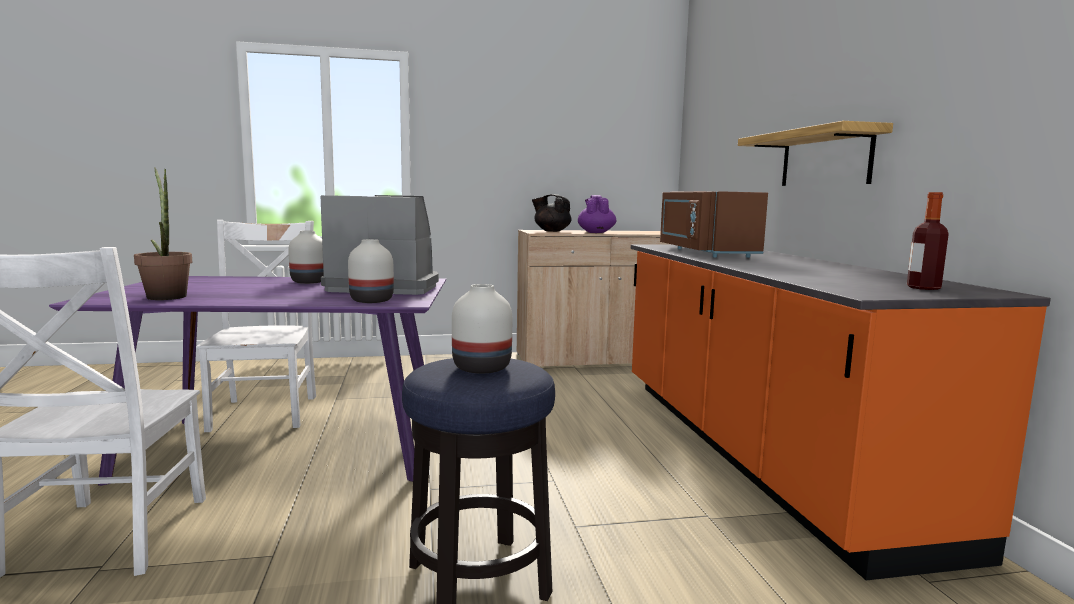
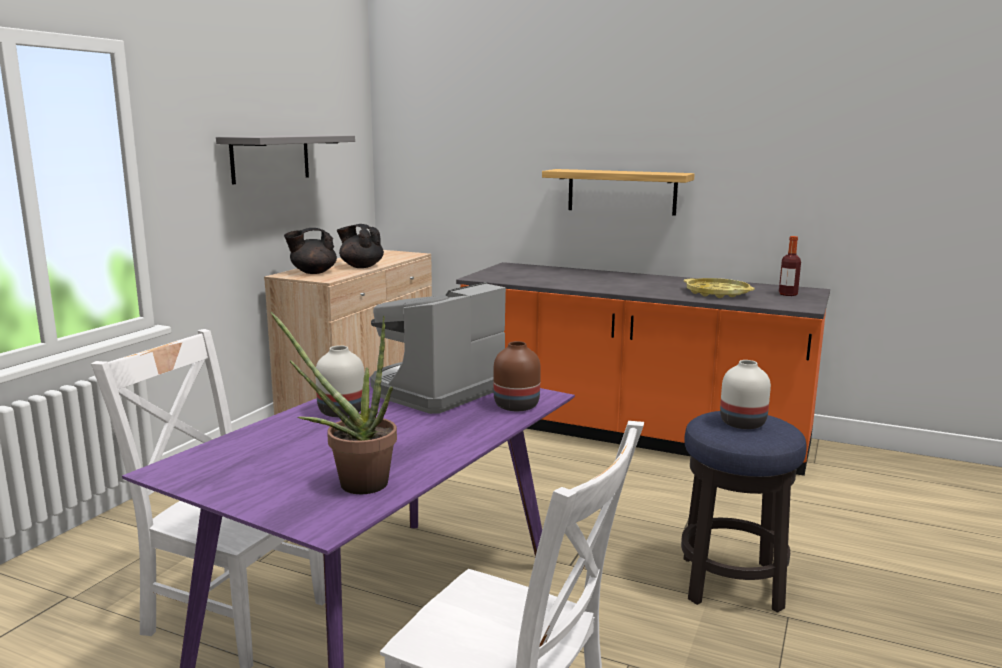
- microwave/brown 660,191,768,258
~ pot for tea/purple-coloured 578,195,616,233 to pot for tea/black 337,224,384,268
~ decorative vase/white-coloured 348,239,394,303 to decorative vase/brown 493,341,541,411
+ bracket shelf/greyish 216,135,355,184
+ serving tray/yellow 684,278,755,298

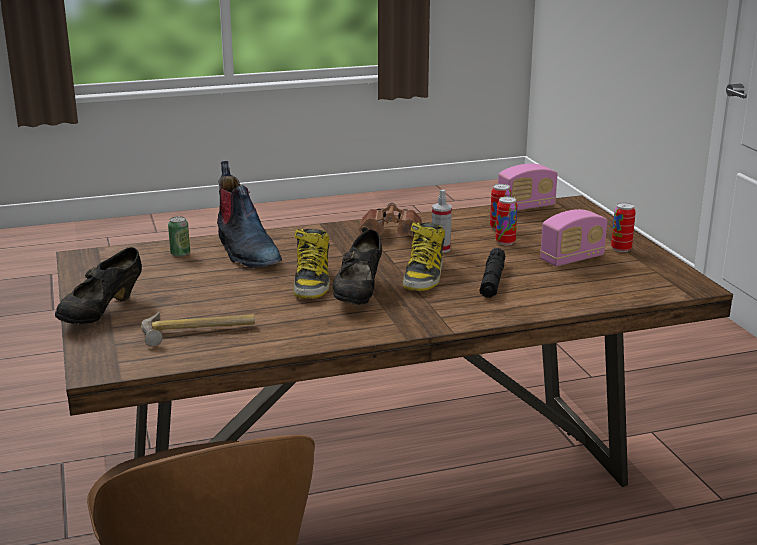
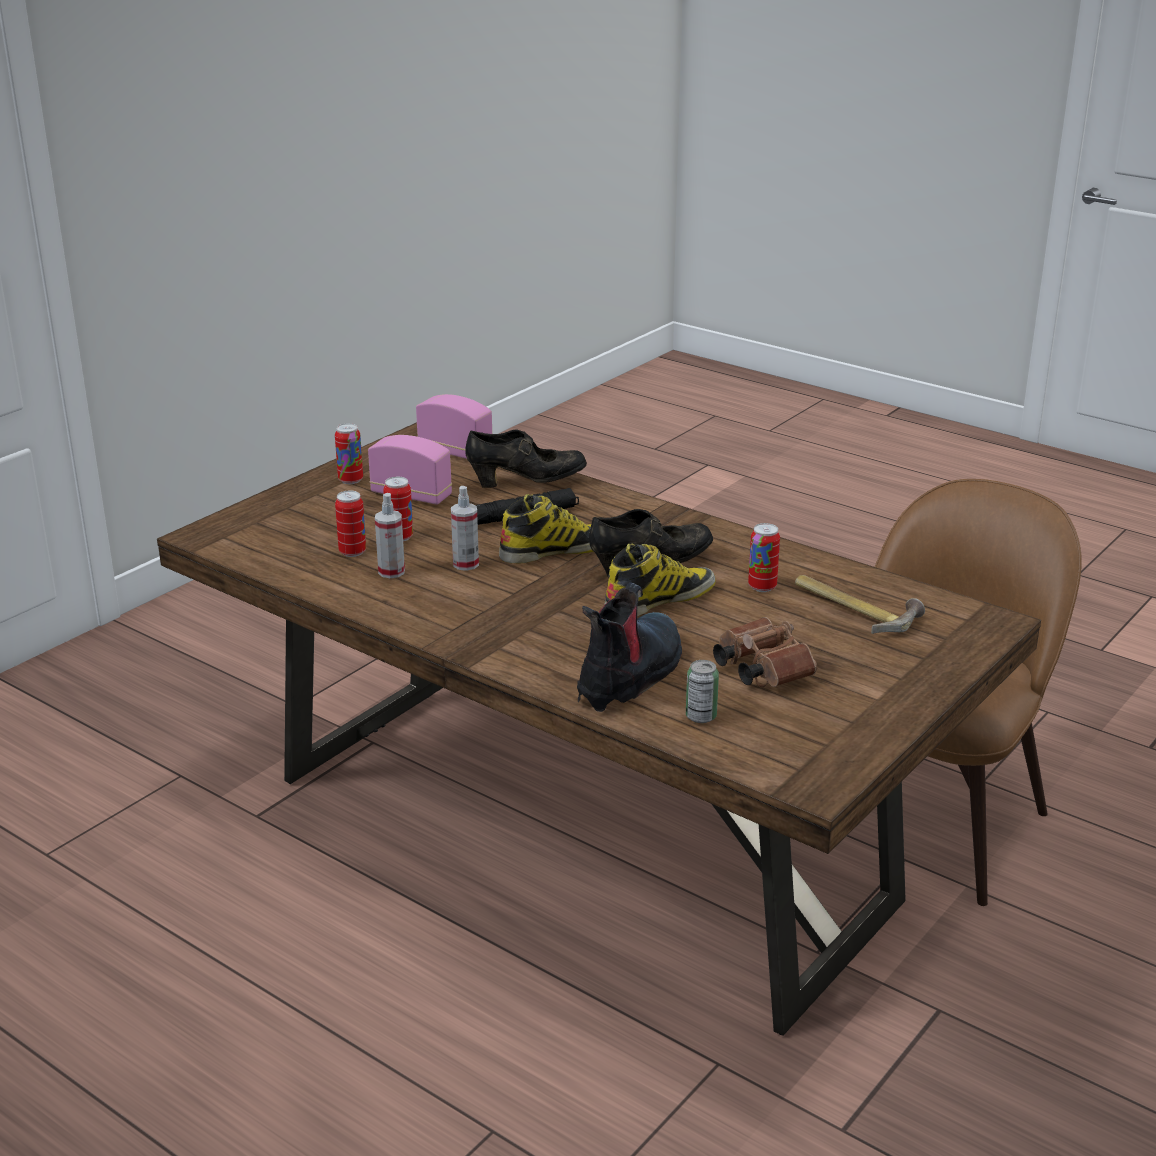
~ radio 498,164,557,211 to 416,394,492,459
~ binoculars/brown 359,203,422,236 to 713,617,817,687
~ shoe/black 55,247,142,324 to 465,429,587,488
+ hand sprayer 375,493,405,578
+ can 748,523,780,592

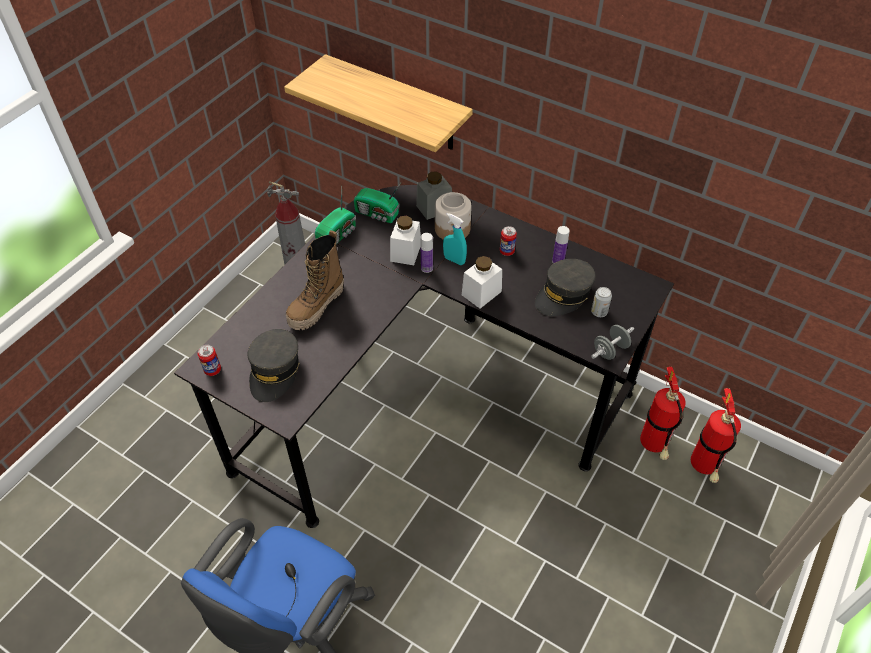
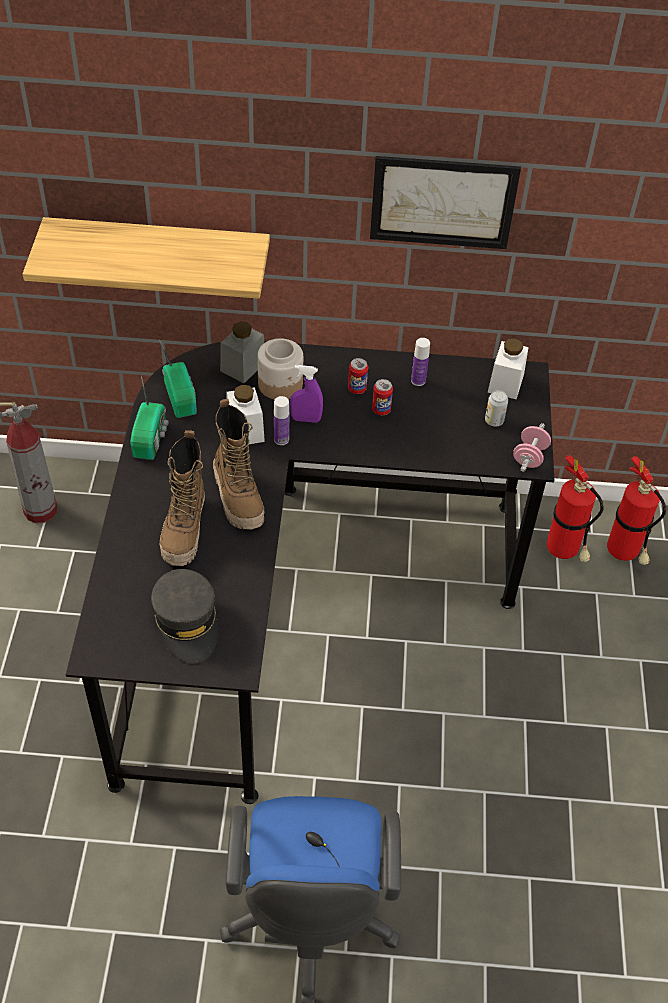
~ radio 354,183,401,223 = 159,340,197,418 105 degrees counterclockwise
~ hand sprayer/turquoise-coloured 443,213,467,265 to hand sprayer/purple-coloured 290,365,323,423
~ jar/white-coloured 462,256,502,308 to 488,339,529,400
- cap/greyish 535,259,596,316
~ hand weight/greyish 591,325,634,360 to hand weight/pink 513,423,551,472
~ can 198,345,221,376 to 372,379,393,415
+ picture 370,156,521,249
+ boot 213,399,264,530

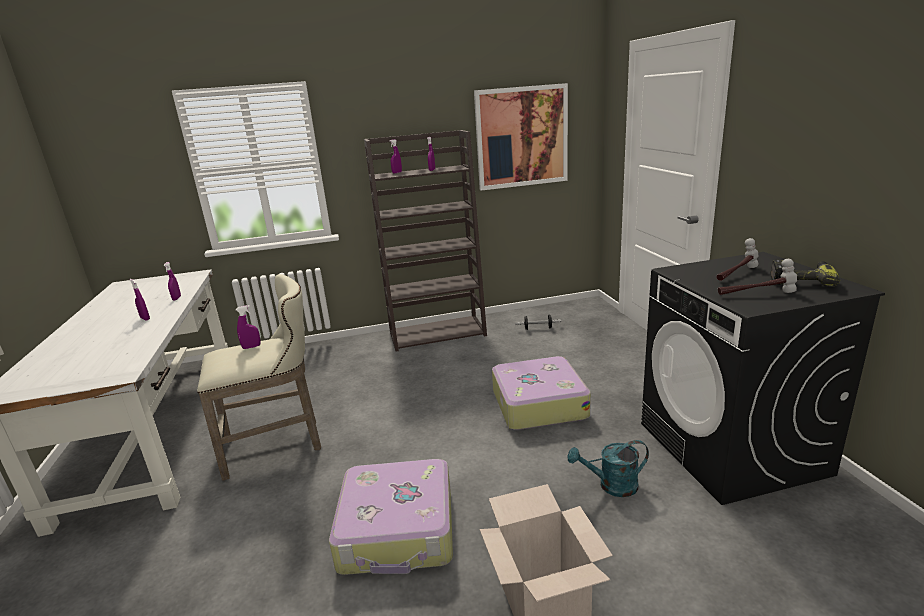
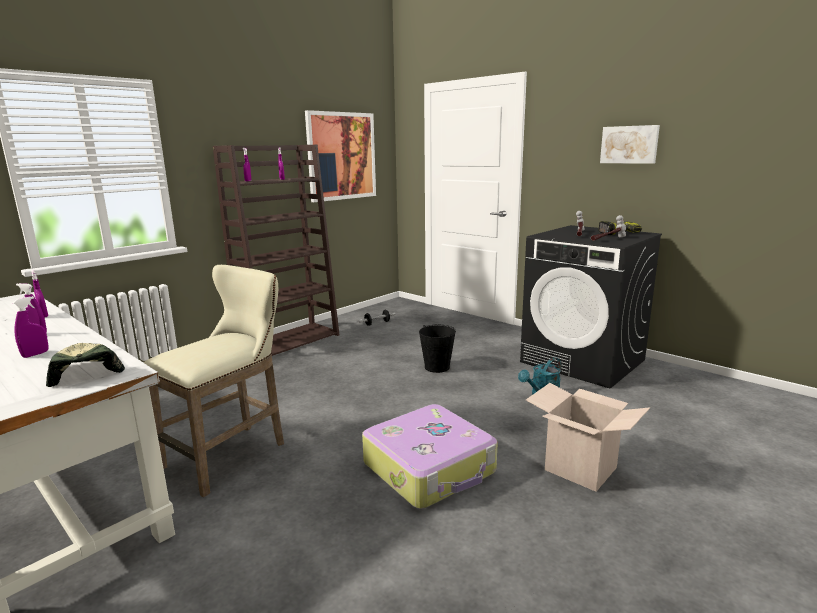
~ hand sprayer/purple-coloured 236,305,261,349 to 13,296,49,358
~ suitcase 492,356,591,430 to pail/black 419,325,456,373
+ picture 600,125,660,164
+ cap 46,343,125,387

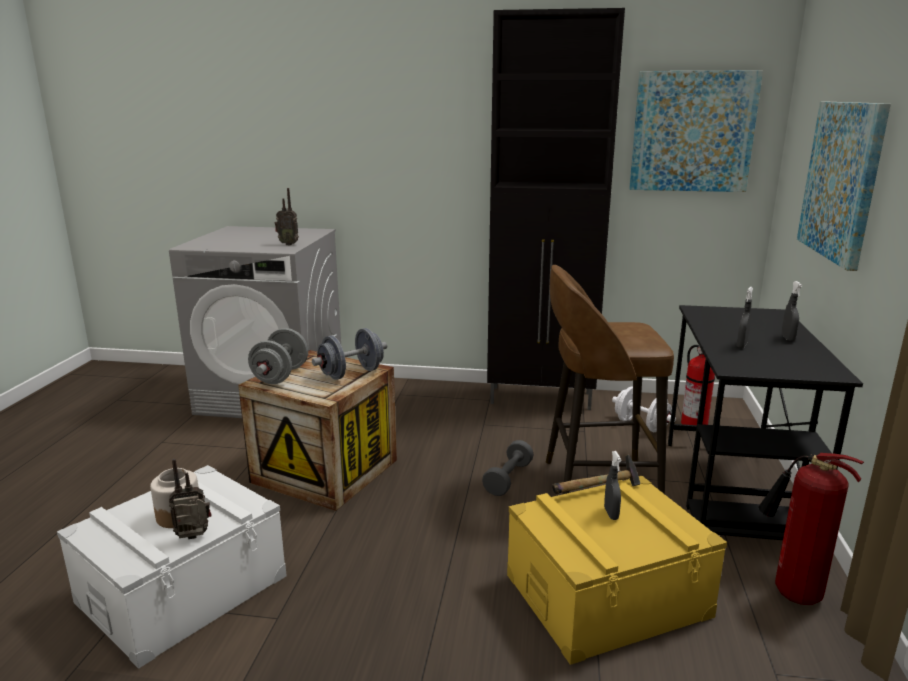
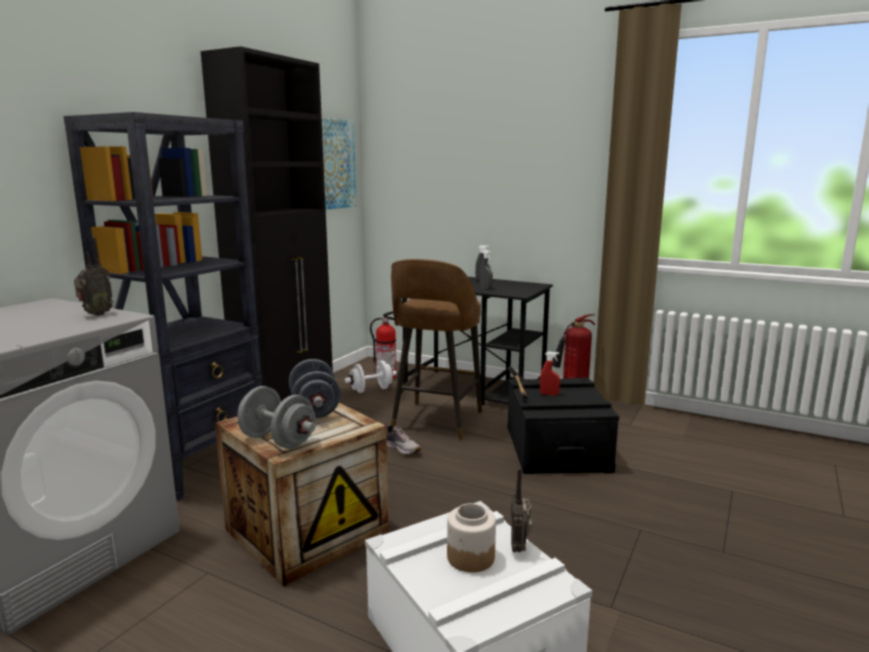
- picture 797,102,891,271
~ hand weight/greyish 482,440,534,496 to shoe 384,423,421,455
~ hand sprayer/greyish 604,451,621,520 to hand sprayer/reddish 540,351,560,396
~ storage bin/yellow 507,476,727,665 to storage bin/black 508,378,619,474
+ bookshelf/black 63,112,262,500

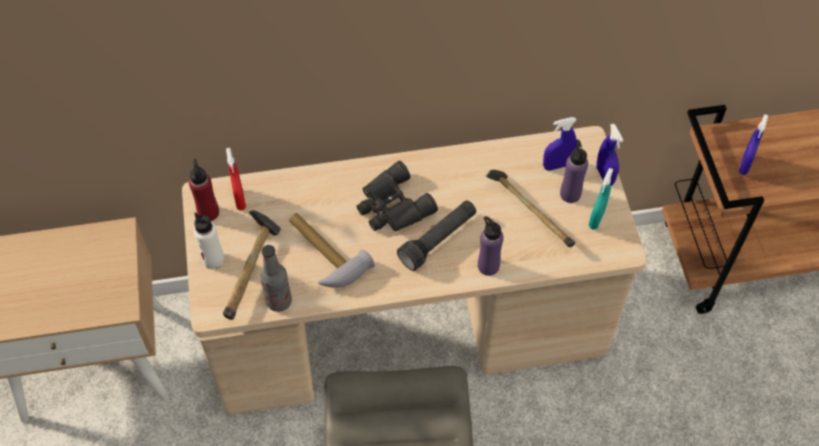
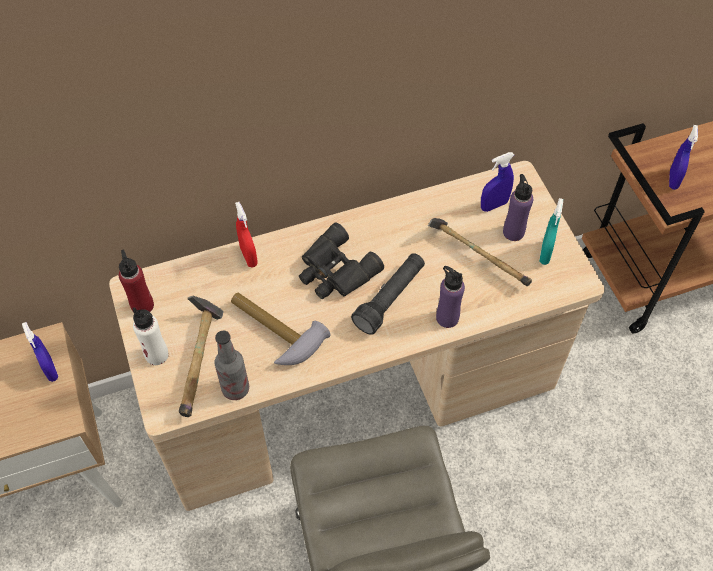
~ hand sprayer/blue-coloured 596,124,623,186 to 22,322,58,382
~ hand sprayer/reddish 226,148,246,210 to 235,202,258,267

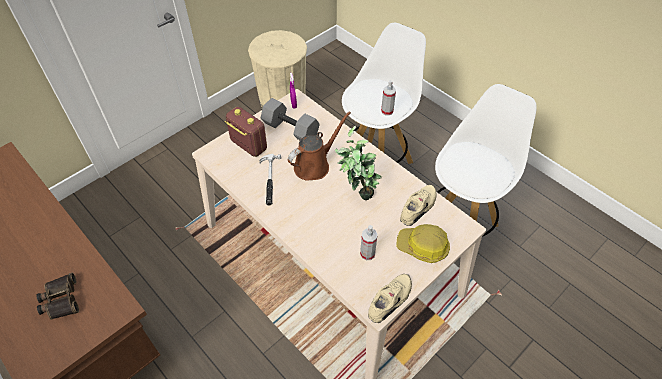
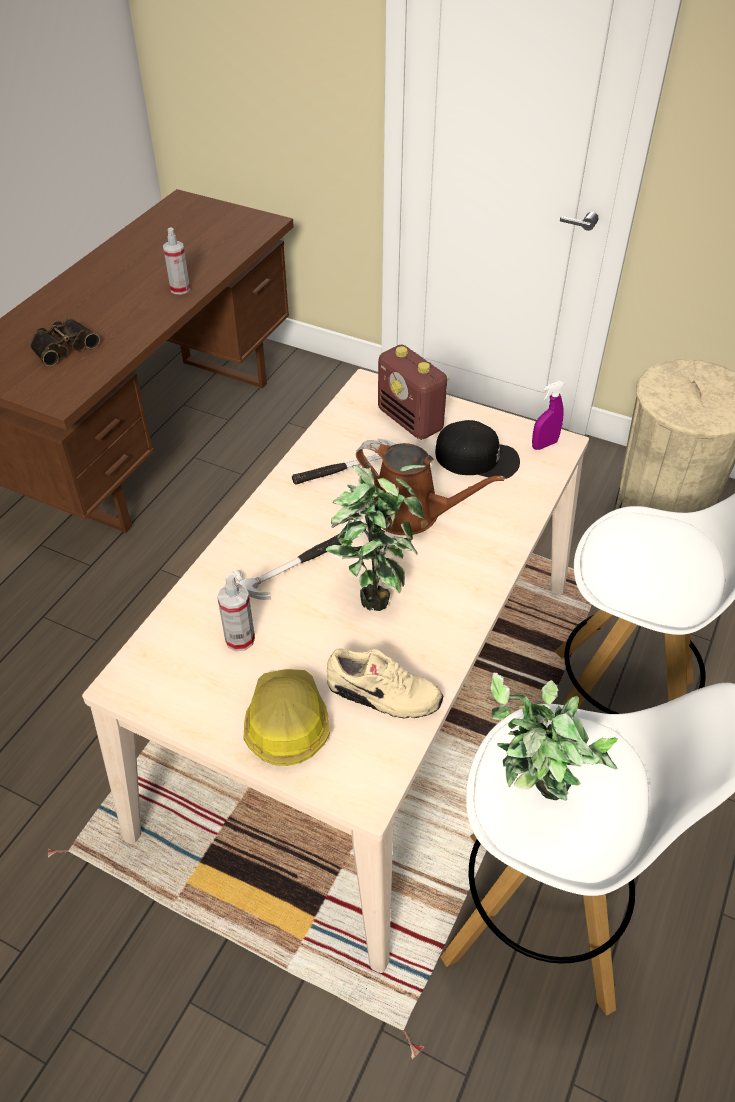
~ hand sprayer 381,80,396,116 to 163,227,190,294
~ hand weight/greyish 261,98,320,140 to cap/black 435,420,520,479
~ radio 225,107,267,157 = 378,345,450,440 120 degrees clockwise
- shoe/beige-coloured 368,274,412,323
+ hammer 232,534,345,600
+ plant in a pot 490,672,618,801

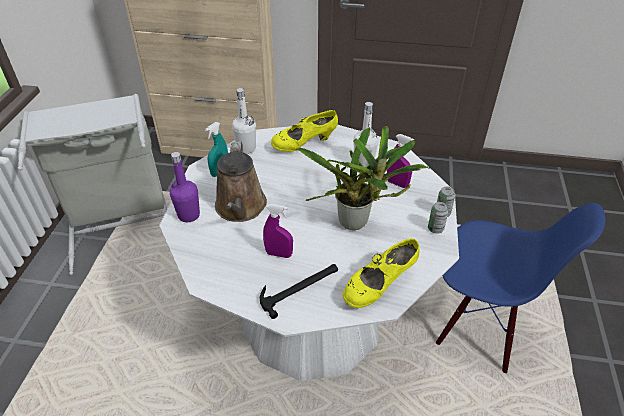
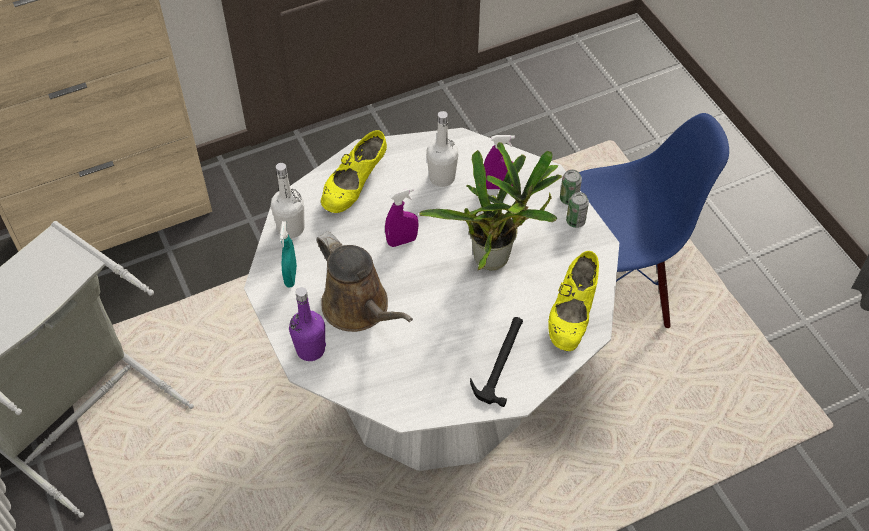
~ hand sprayer/purple-coloured 263,204,293,258 to 385,188,418,247

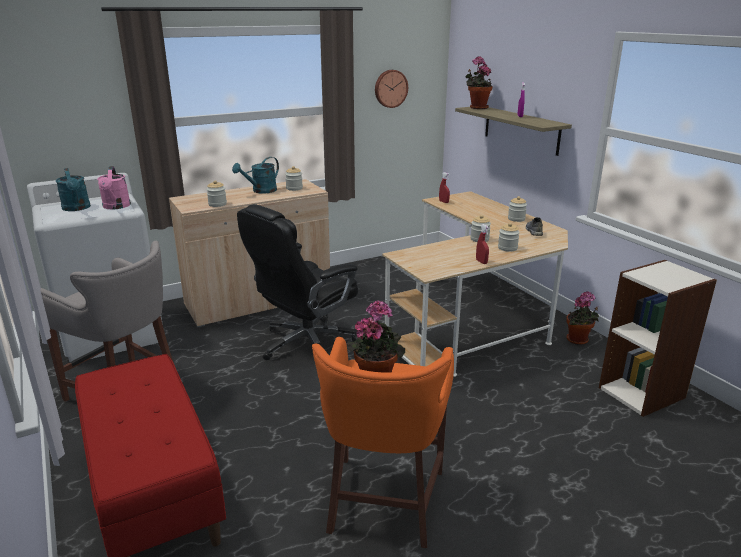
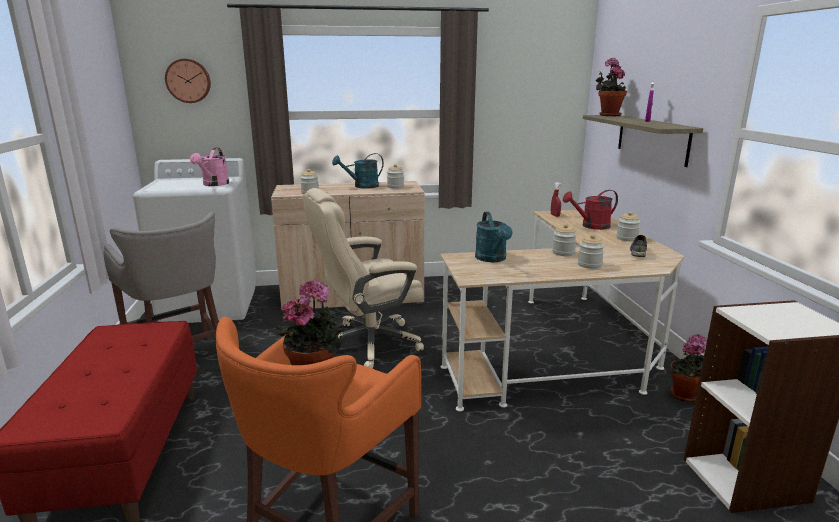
~ wall clock 375,70,408,108 to 165,59,211,103
~ watering pot/turquoise-coloured 56,168,91,211 to 475,212,513,262
~ computer chair/black 237,204,358,360 to computer chair/beige-coloured 303,188,424,369
- hand sprayer/reddish 476,224,489,264
+ watering pot/reddish 563,190,618,230

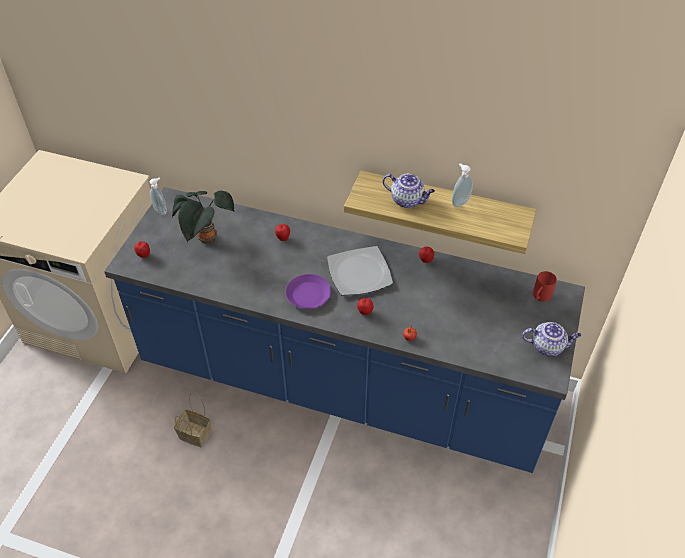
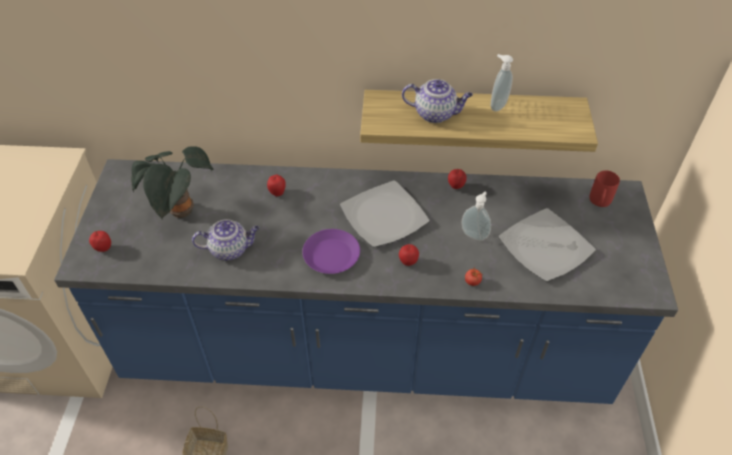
~ soap bottle 150,177,167,215 to 461,191,491,241
~ pot for tea 522,322,581,356 to 192,219,260,261
+ plate 499,208,596,282

